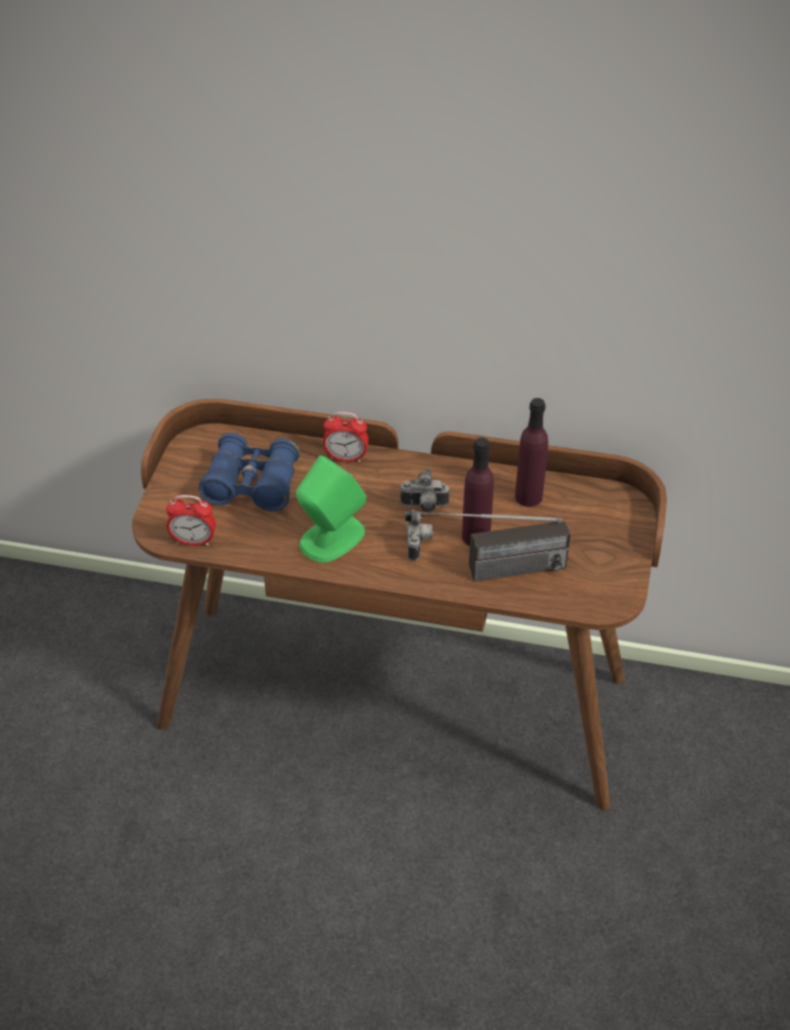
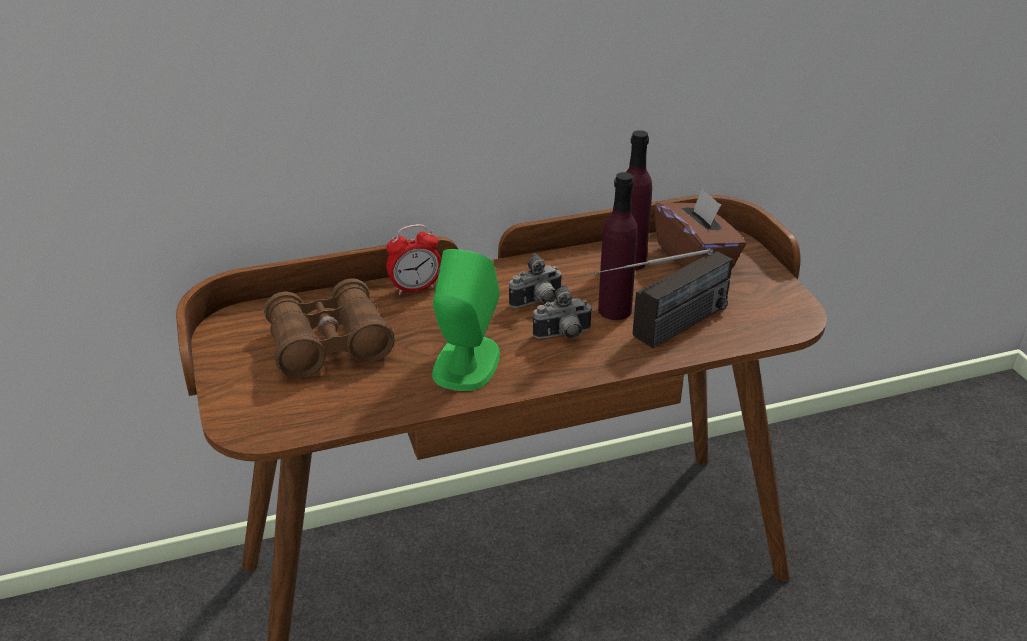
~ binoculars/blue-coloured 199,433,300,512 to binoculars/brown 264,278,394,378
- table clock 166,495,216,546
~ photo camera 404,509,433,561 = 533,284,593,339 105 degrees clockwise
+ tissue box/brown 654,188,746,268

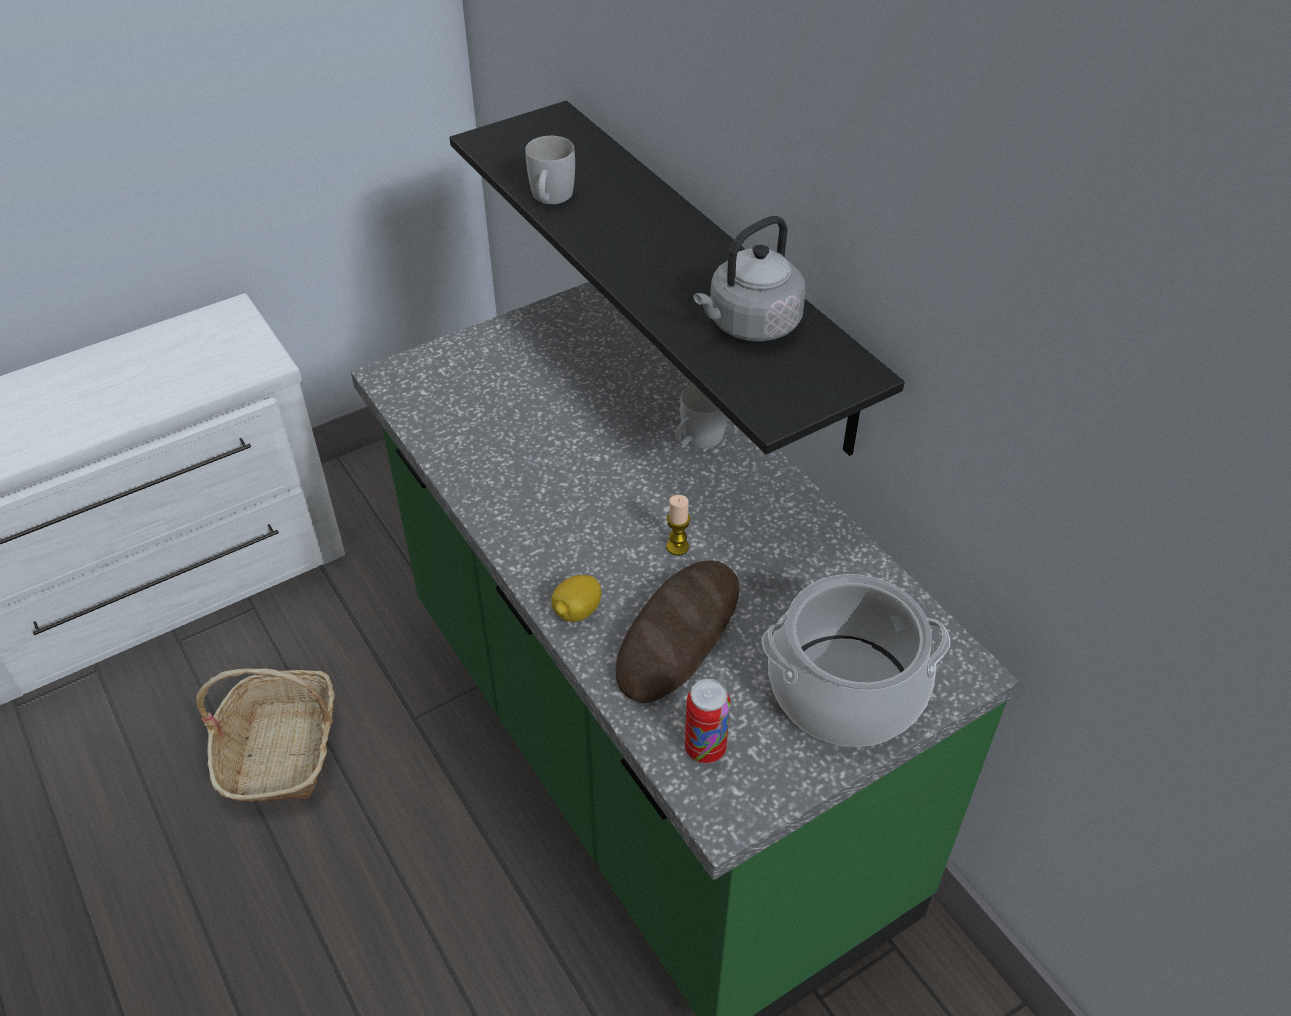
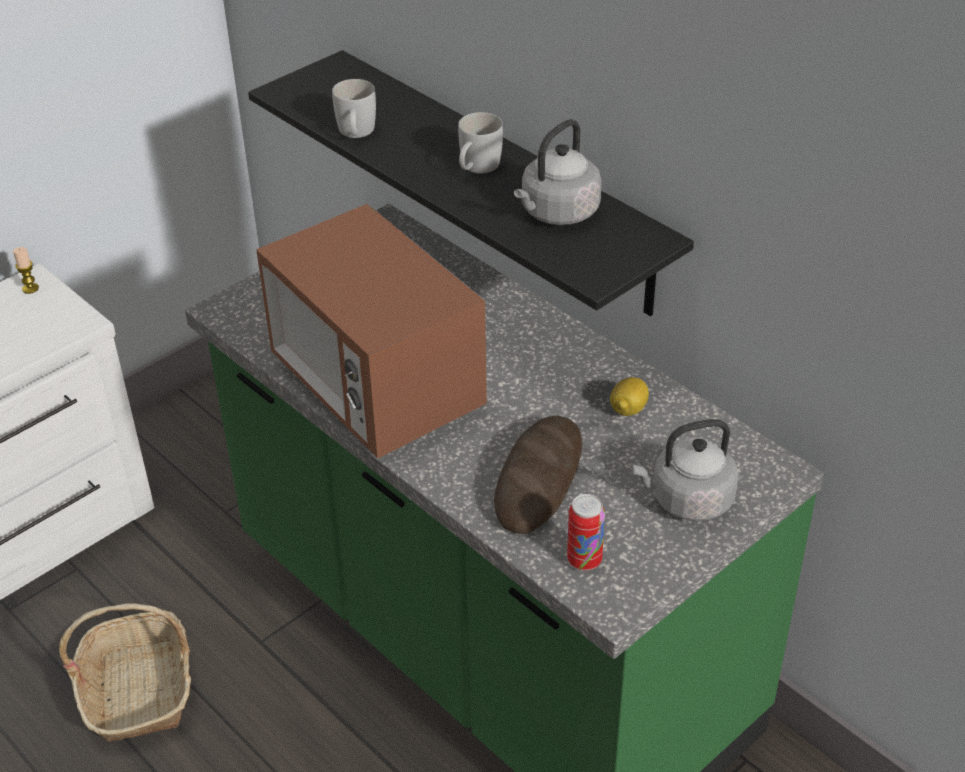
~ mug/white-coloured 675,384,728,448 to 458,112,503,173
~ wax candle 666,495,690,555 to 13,247,39,294
~ saucepot 762,574,951,747 to kettle/greyish 631,419,739,521
~ whole lemon 551,575,601,622 to 610,377,649,416
+ microwave 256,204,487,459

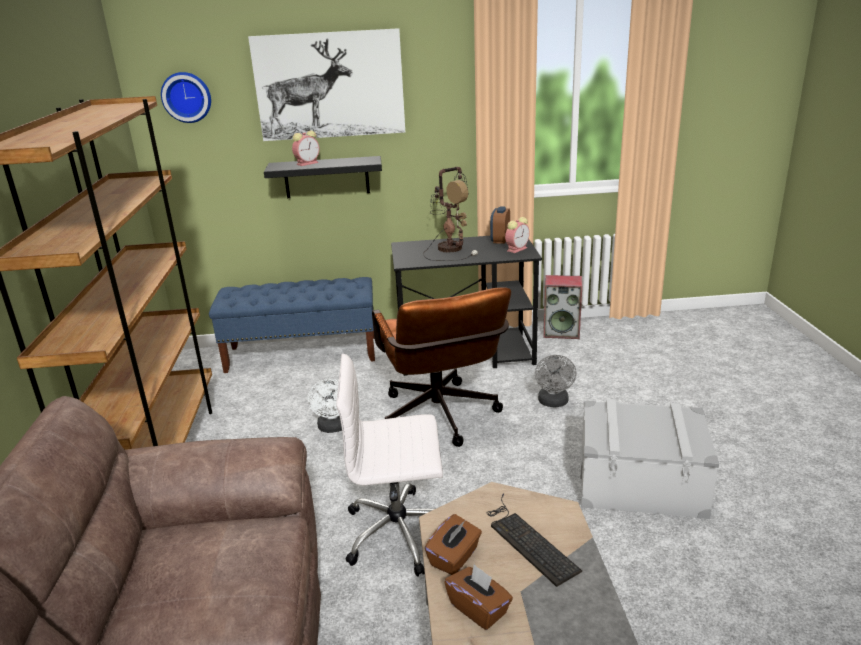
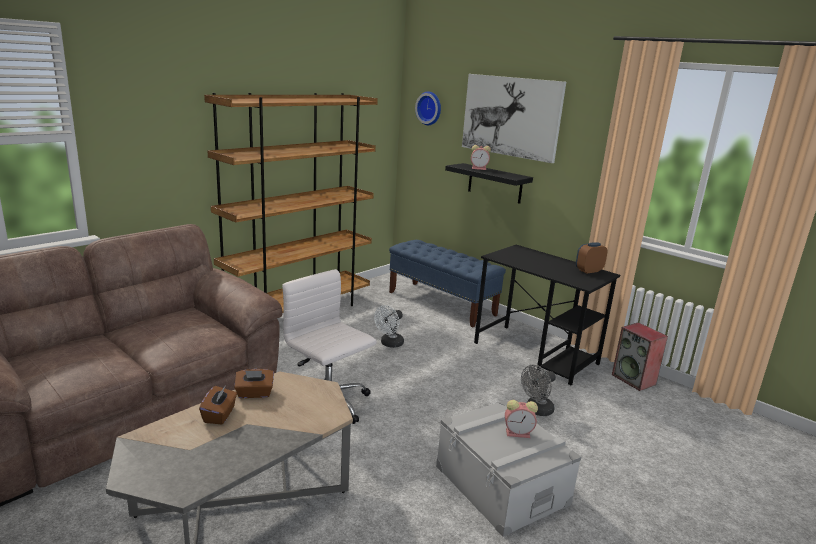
- lamp for a table 423,167,479,261
~ table clock 505,217,530,253 to 505,400,538,438
- computer chair/brown 372,287,511,447
- computer keyboard 486,493,582,587

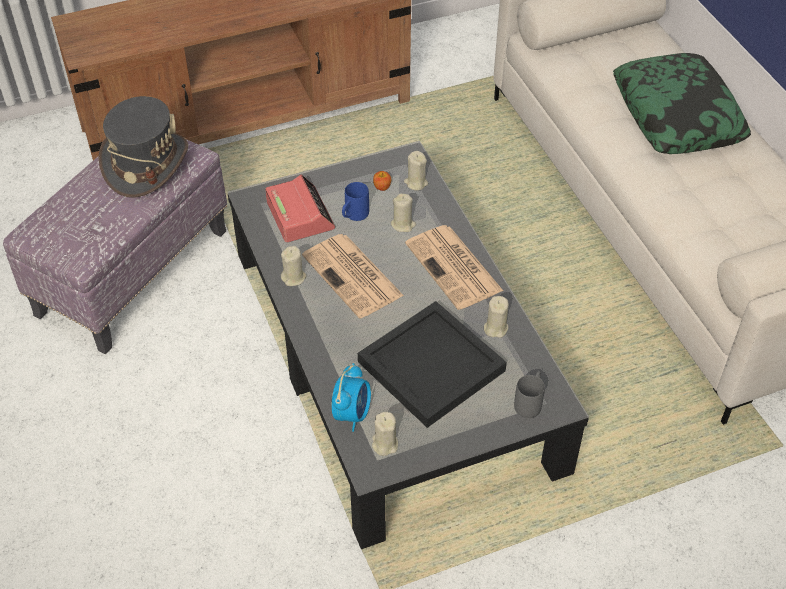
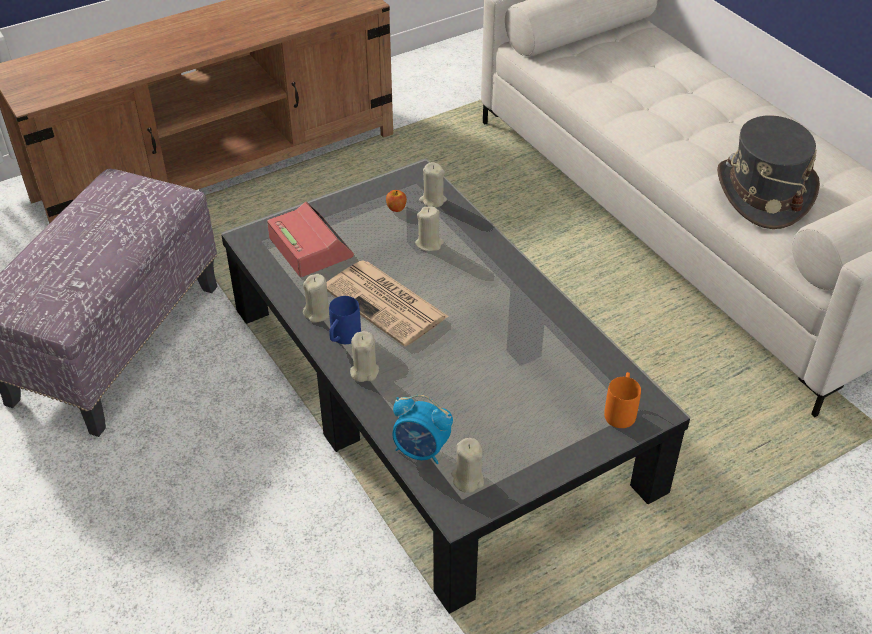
- throw pillow 613,53,751,154
~ wearable hat/greyish 99,96,188,198 to 717,115,820,229
~ mug/blue-coloured 342,182,369,221 to 329,296,361,344
- newspaper 405,225,503,310
~ wax candle/beige-coloured 484,296,509,338 to 350,331,379,382
- serving tray/black 358,301,507,428
~ table clock 332,363,371,432 = 392,395,453,464 105 degrees clockwise
~ mug/greyish 514,371,545,418 to mug/orangey 604,372,641,428

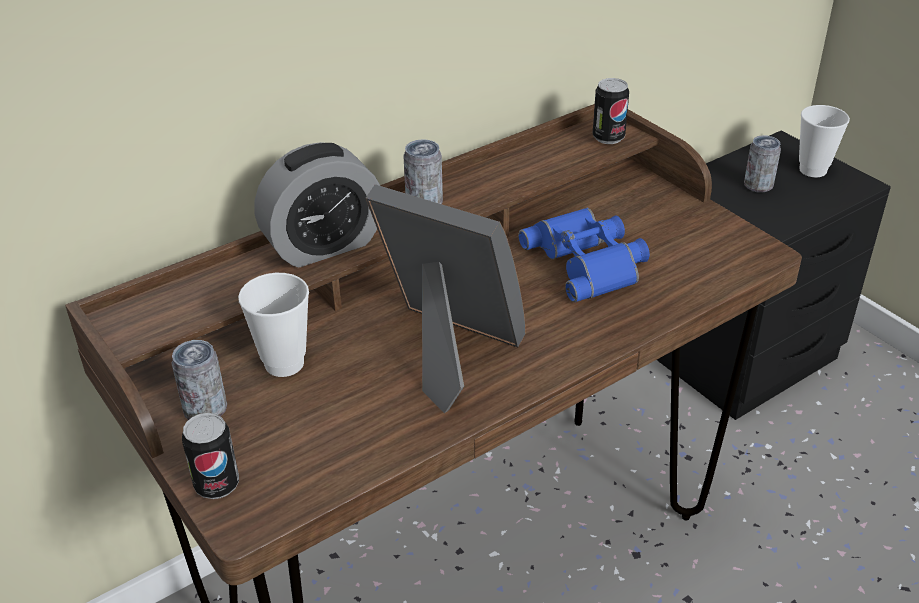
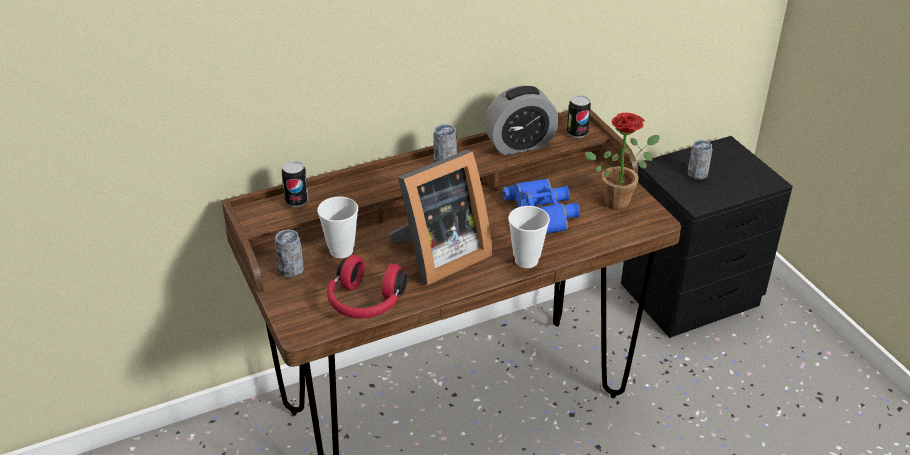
~ drinking cup 799,105,850,177 to 508,206,550,268
~ table clock 254,142,380,268 to 484,85,559,155
~ standing frame 366,184,525,413 = 389,150,493,285 105 degrees clockwise
~ can 182,413,239,499 to 282,161,309,207
+ plant in a pot 585,113,659,210
+ headset/reddish 327,255,407,318

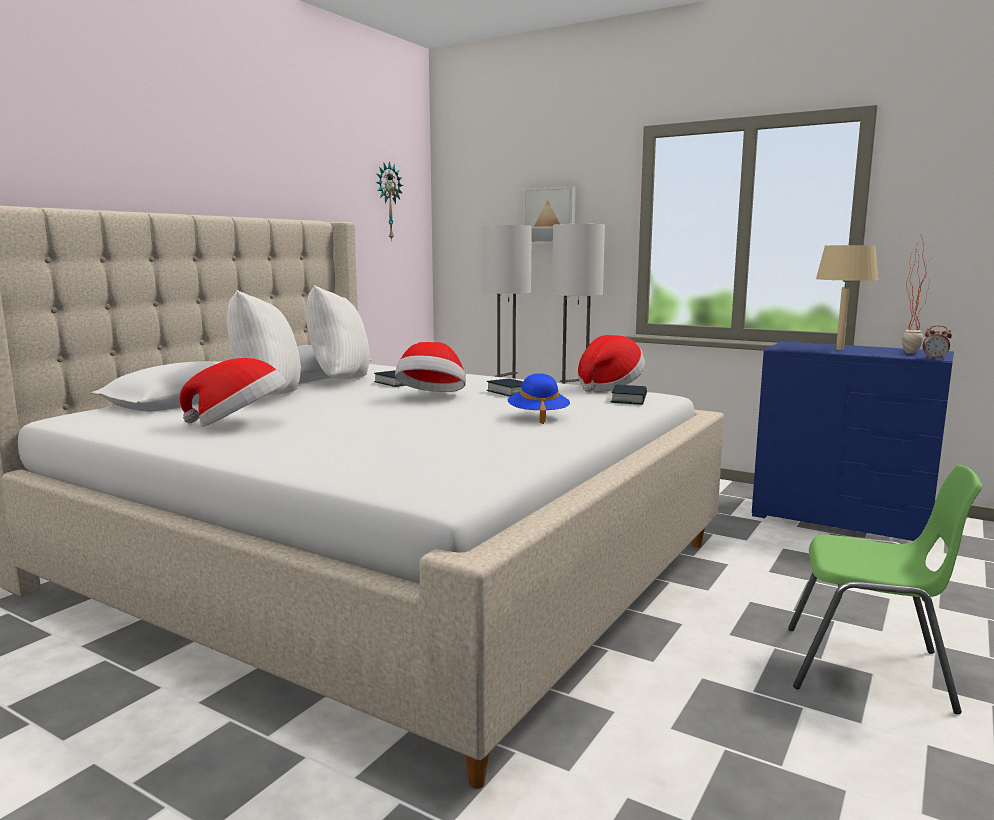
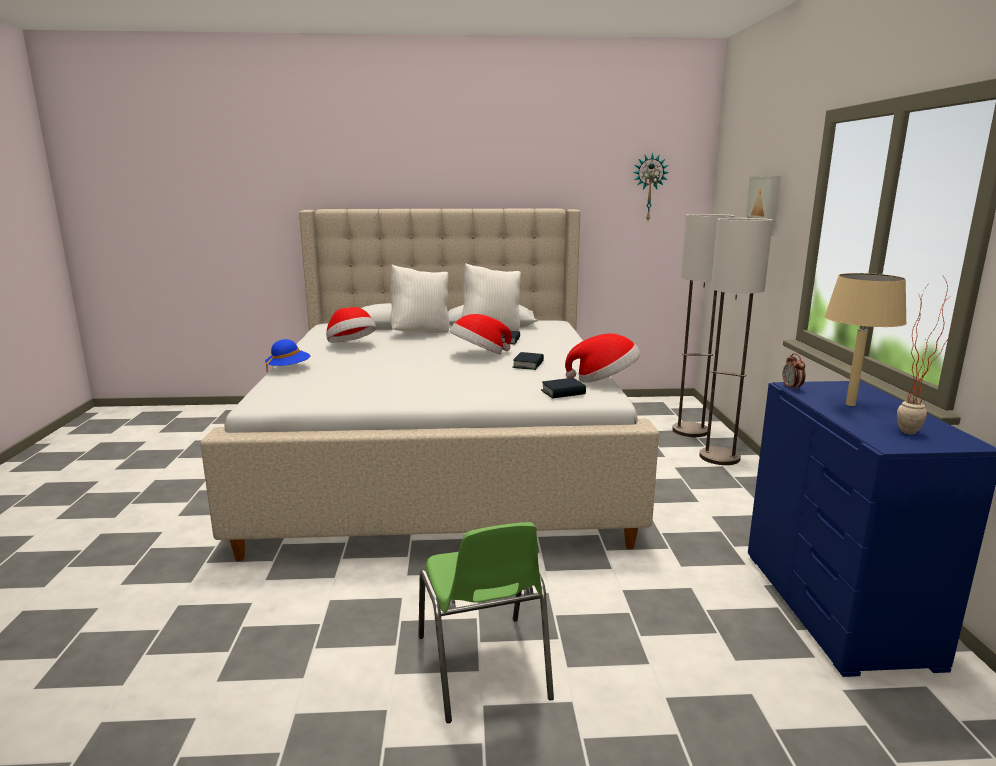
~ table clock 923,325,952,360 to 783,353,805,390
~ wearable hat/blue-coloured 507,373,570,424 to 265,339,310,373

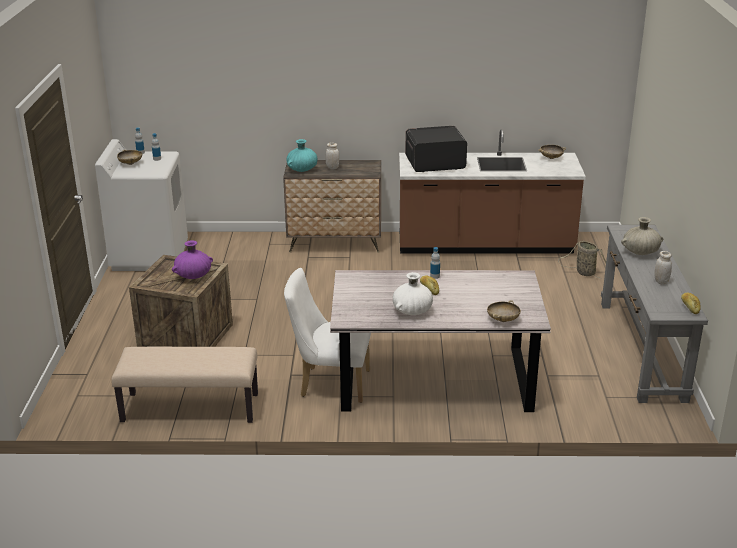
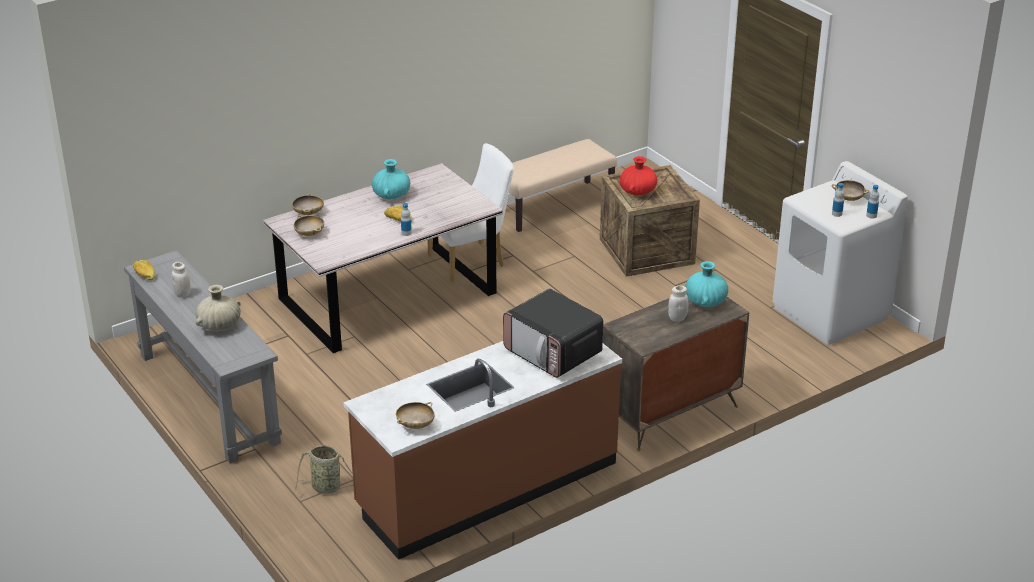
~ microwave 405,126,467,172 = 503,289,603,378 90 degrees clockwise
~ decorative vase/purple-coloured 172,240,213,279 to decorative vase/reddish 620,156,657,195
~ decorative vase/white-coloured 393,272,433,315 to decorative vase/turquoise-coloured 372,159,410,200
+ deep dish/beige-coloured 294,216,324,236

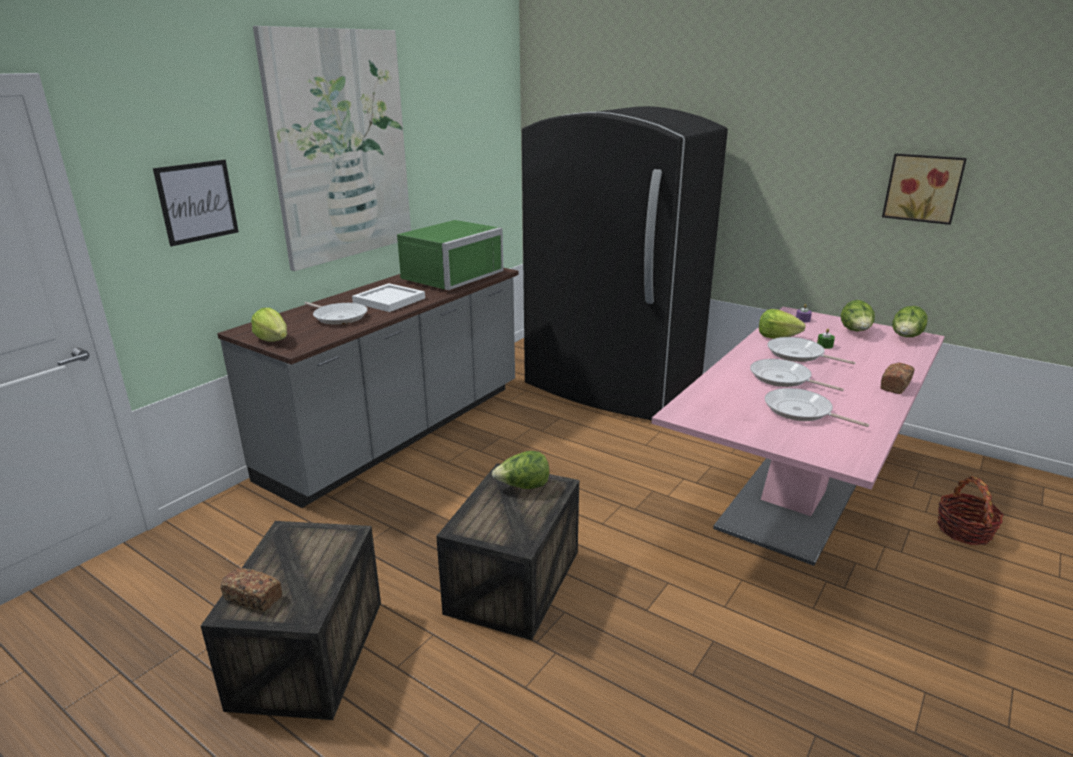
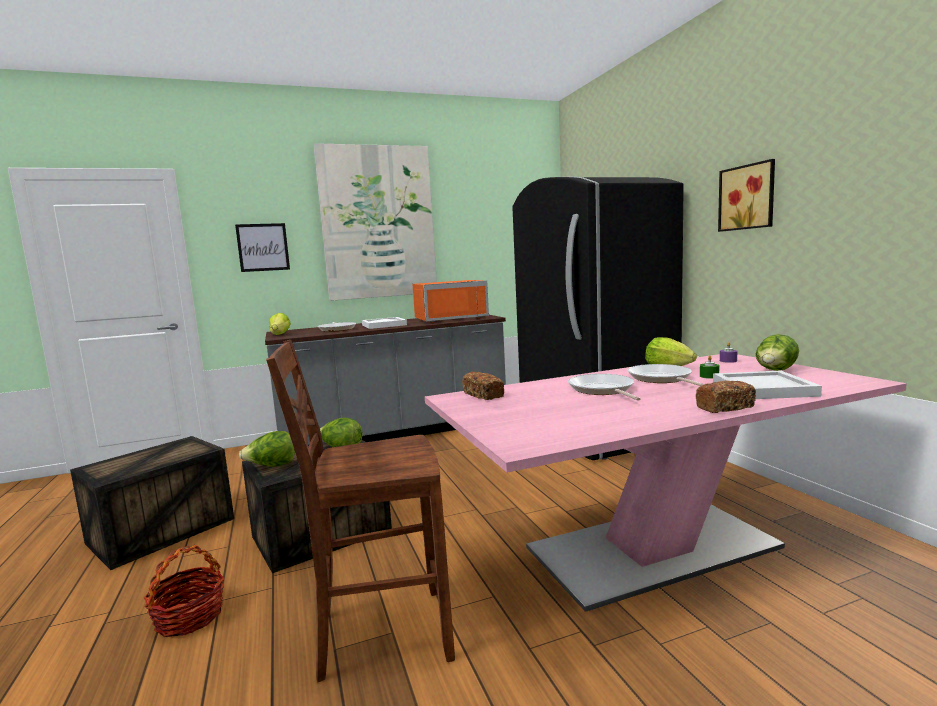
~ picture 882,153,967,225 to 718,159,775,232
~ microwave/greenish 397,220,504,290 to microwave/orangey 412,280,489,323
~ head of lettuce 892,306,928,337 to 239,431,295,467
- pan 765,388,869,427
~ storage basket 937,476,1004,545 to 143,545,224,637
~ bakery bread 220,568,282,612 to 462,371,504,400
+ upright chair/brown 266,340,455,682
+ serving tray/white-coloured 713,370,822,399

